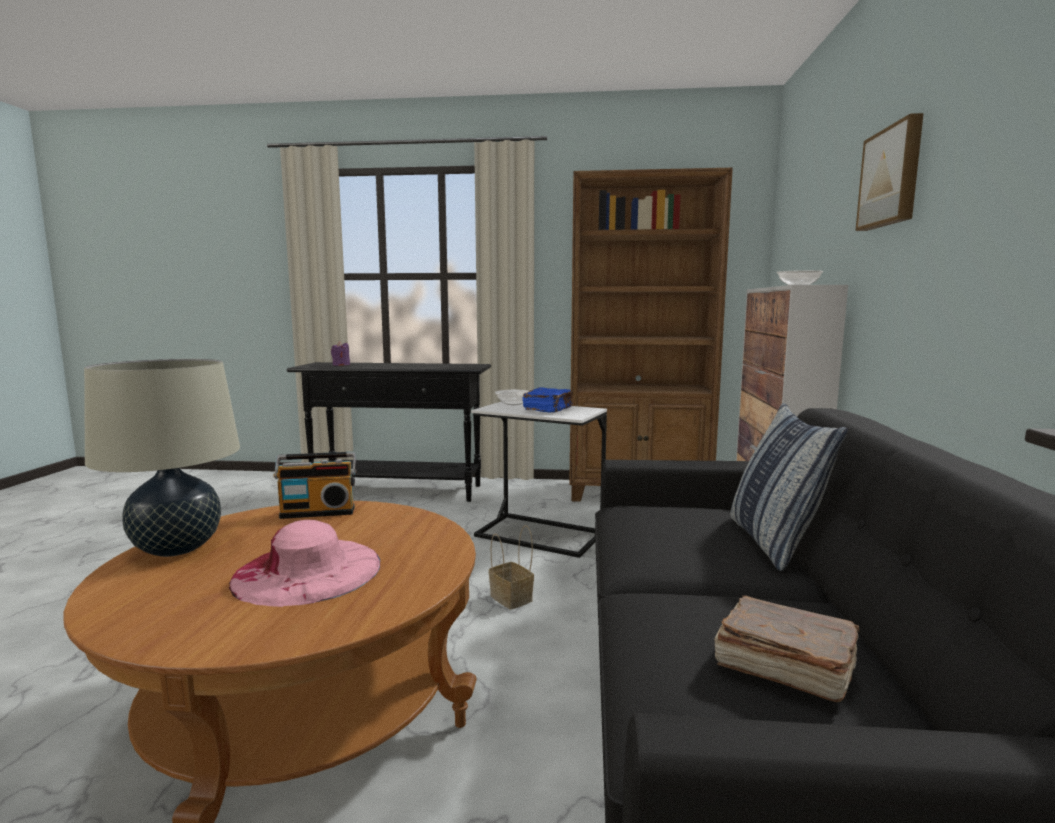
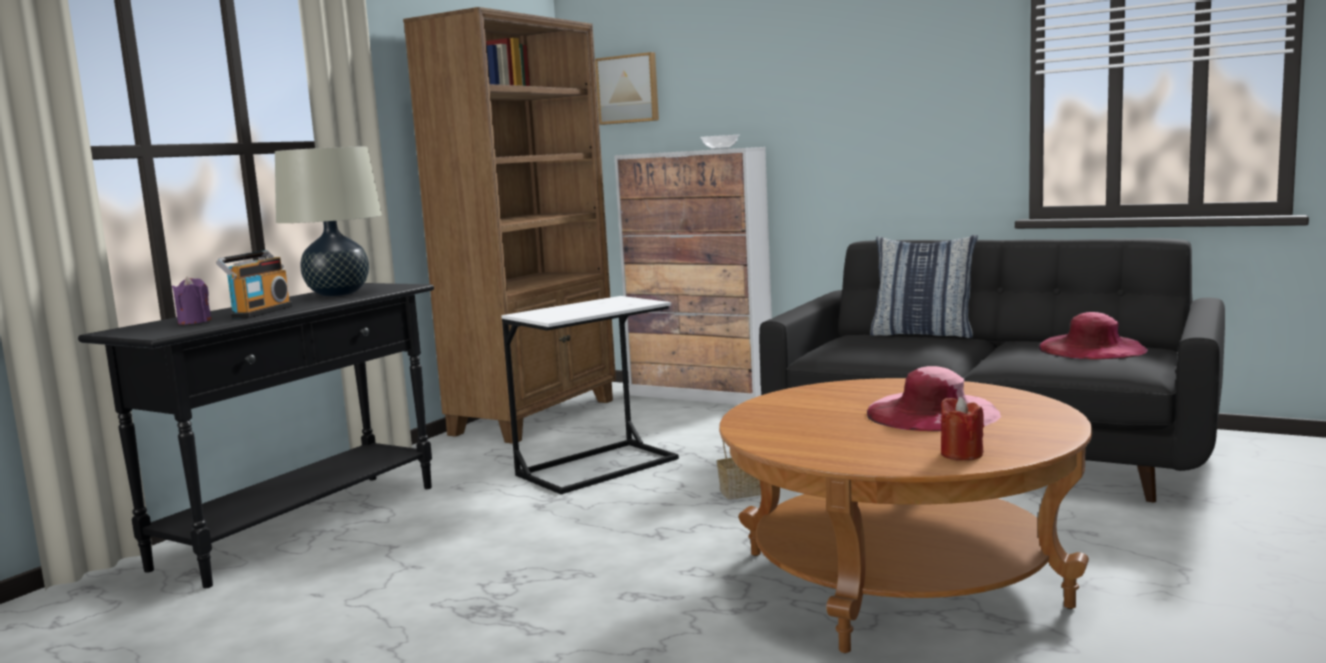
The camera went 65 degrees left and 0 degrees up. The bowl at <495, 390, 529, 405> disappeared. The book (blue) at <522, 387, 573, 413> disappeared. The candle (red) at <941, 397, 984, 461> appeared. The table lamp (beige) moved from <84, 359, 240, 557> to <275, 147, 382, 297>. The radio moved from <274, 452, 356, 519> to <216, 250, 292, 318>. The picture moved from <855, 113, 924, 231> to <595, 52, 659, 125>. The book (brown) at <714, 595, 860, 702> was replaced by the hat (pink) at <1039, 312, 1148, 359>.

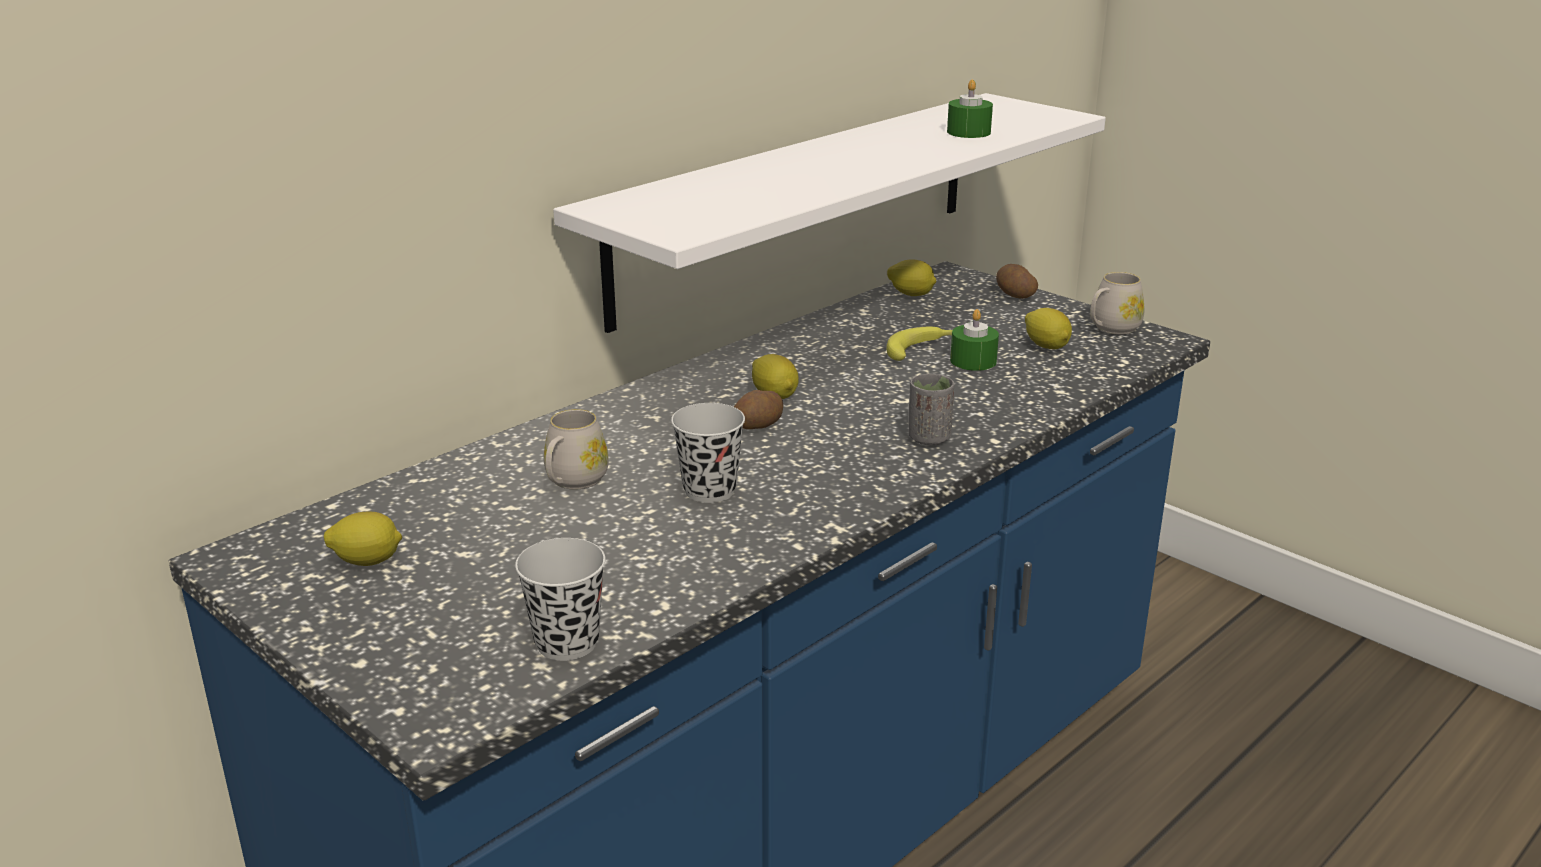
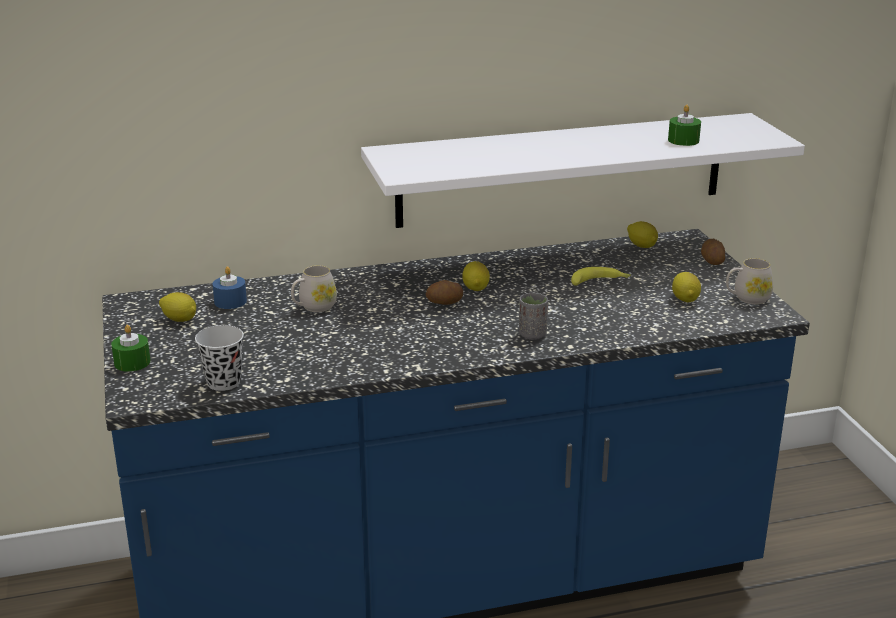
The camera went 30 degrees right and 0 degrees up. The cup (black) at <671, 403, 745, 503> disappeared. The candle (blue) at <212, 266, 247, 309> appeared. The candle (green) moved from <950, 309, 999, 371> to <111, 325, 151, 372>.

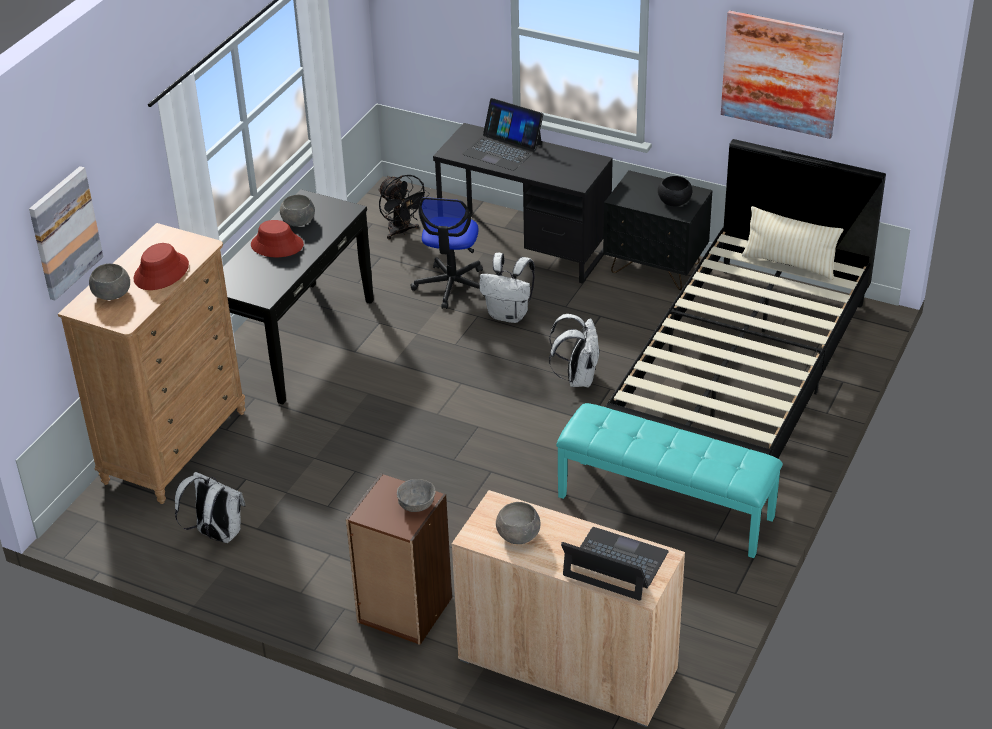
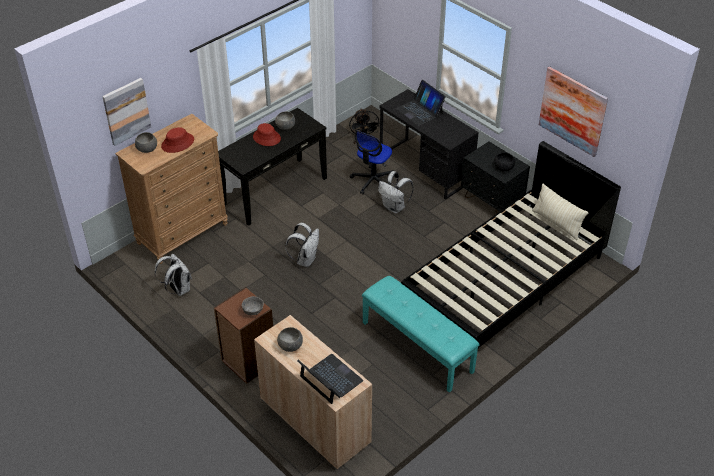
The camera went 20 degrees right and 5 degrees up. The backpack (white) moved from <549, 314, 600, 387> to <285, 223, 319, 267>.

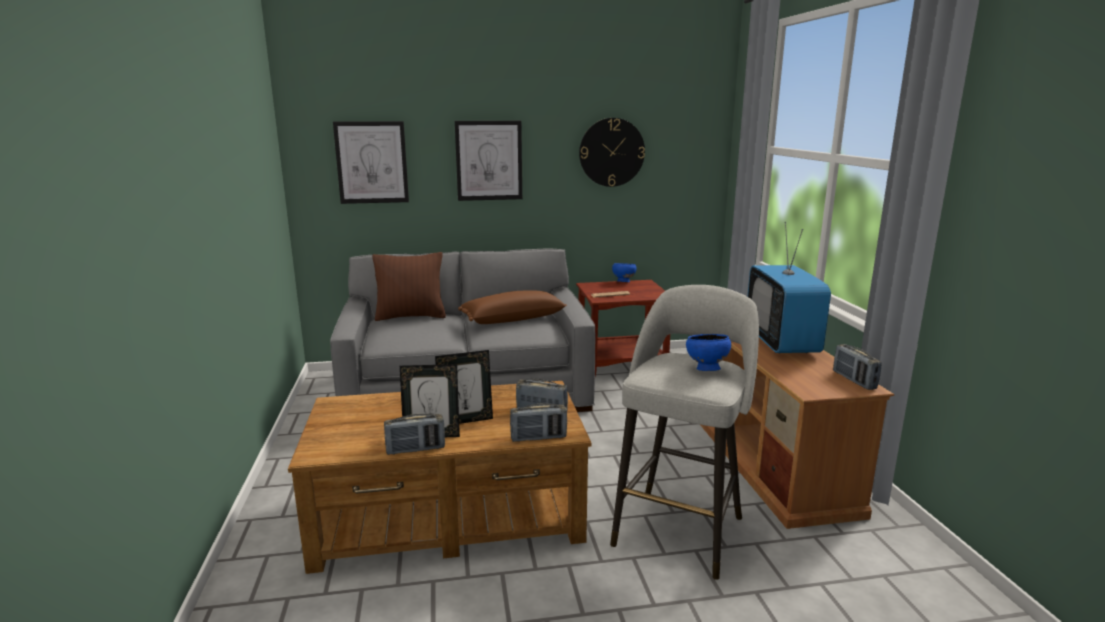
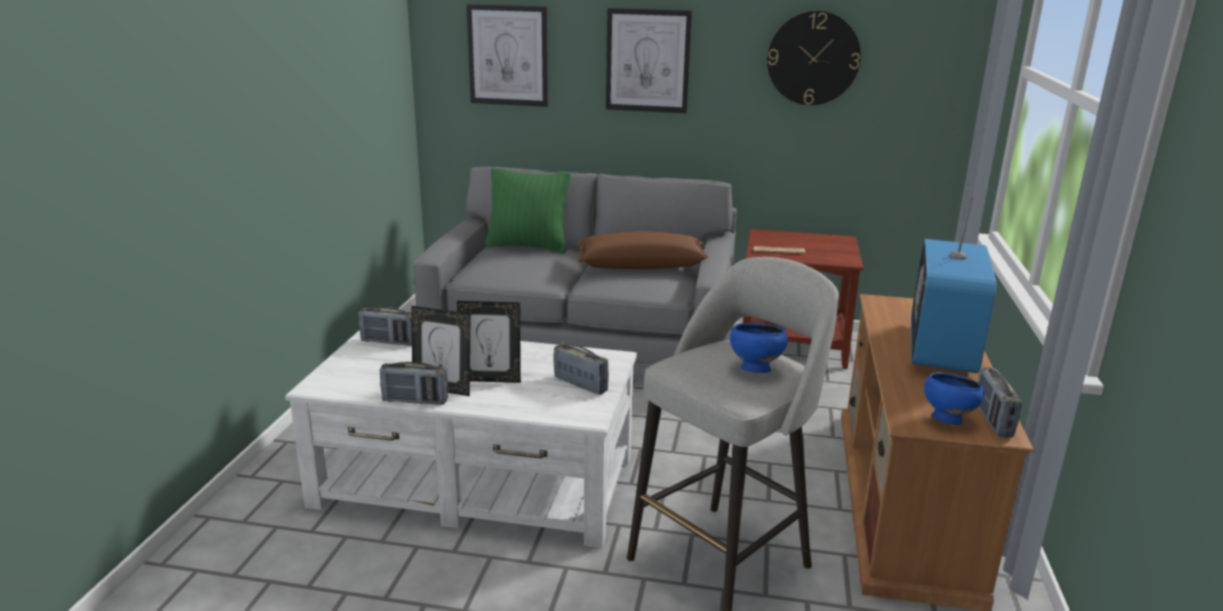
The camera went 20 degrees right and 5 degrees up. The radio moved from <510, 403, 567, 442> to <358, 307, 412, 346>. The bowl (blue) moved from <612, 263, 637, 282> to <924, 372, 984, 425>. The coffee table (brown) at <288, 381, 591, 574> became the coffee table (white) at <285, 330, 637, 548>. The pillow (brown) at <372, 252, 446, 321> became the pillow (green) at <485, 167, 571, 253>.

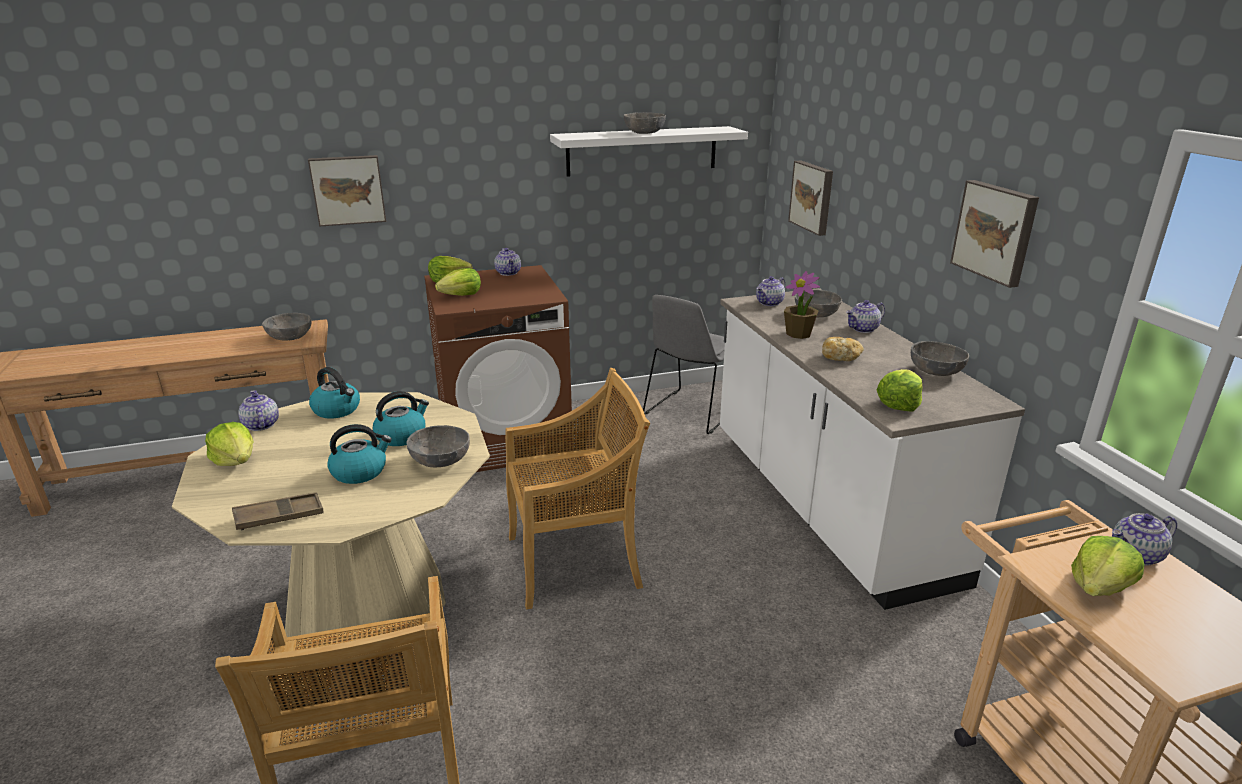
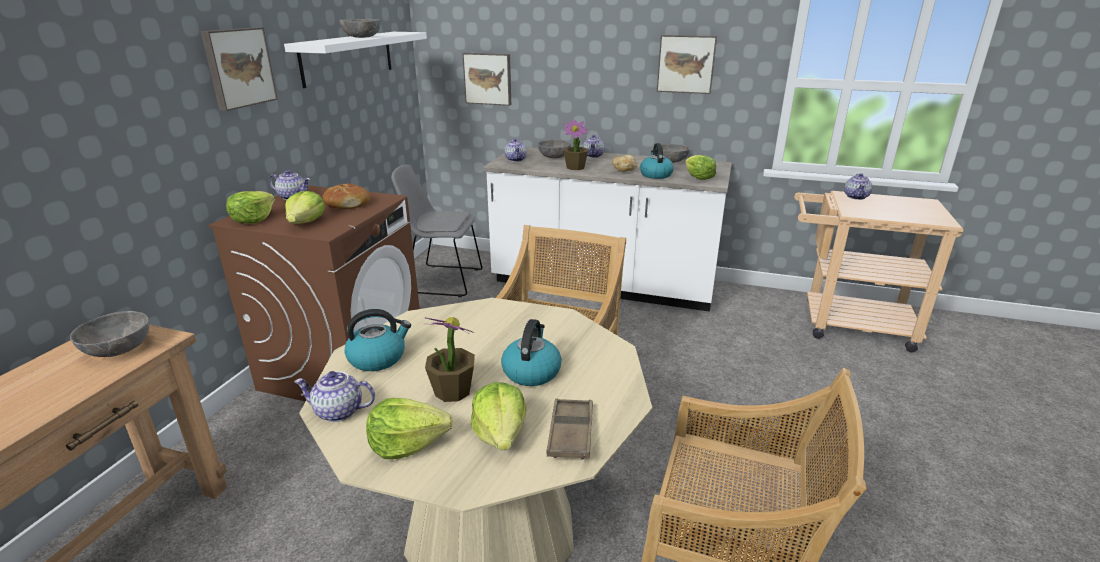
The camera went 55 degrees left and 0 degrees up. The bowl (grey) at <406, 425, 470, 468> disappeared. The bread at <323, 184, 371, 209> appeared. The potted plant at <425, 317, 475, 402> appeared. The picture moved from <308, 155, 386, 227> to <201, 27, 278, 111>. The kettle moved from <373, 391, 429, 446> to <640, 143, 674, 179>. The lettuce moved from <1071, 536, 1144, 596> to <471, 382, 526, 451>. The chair (grey) at <643, 295, 725, 434> turned 120 degrees clockwise.

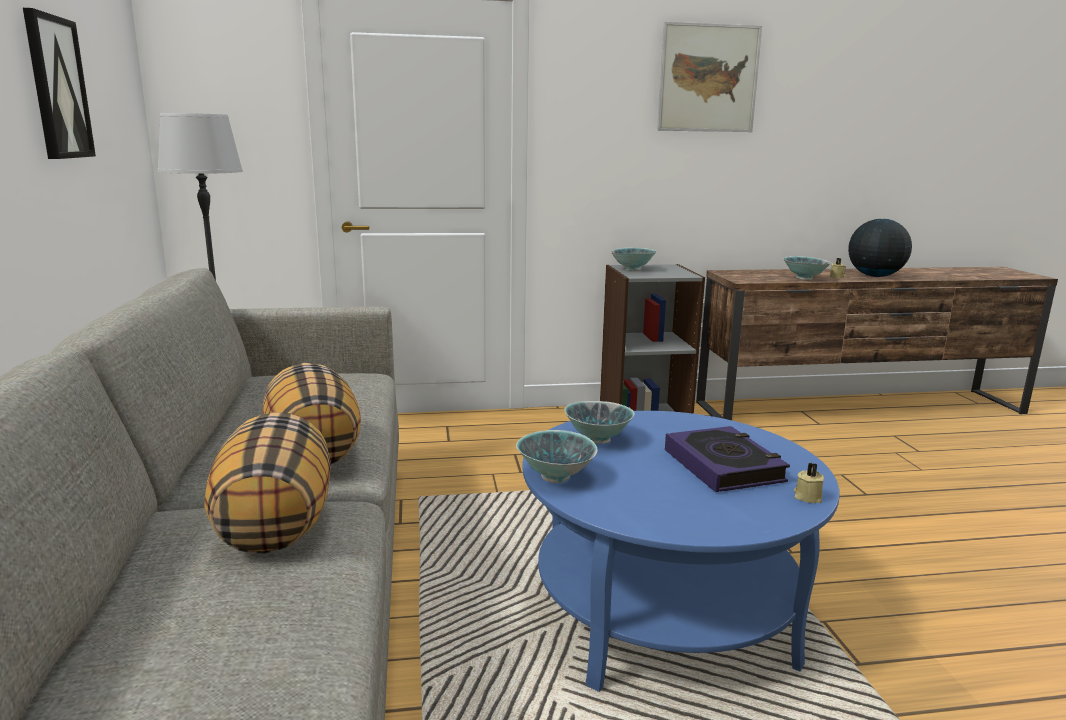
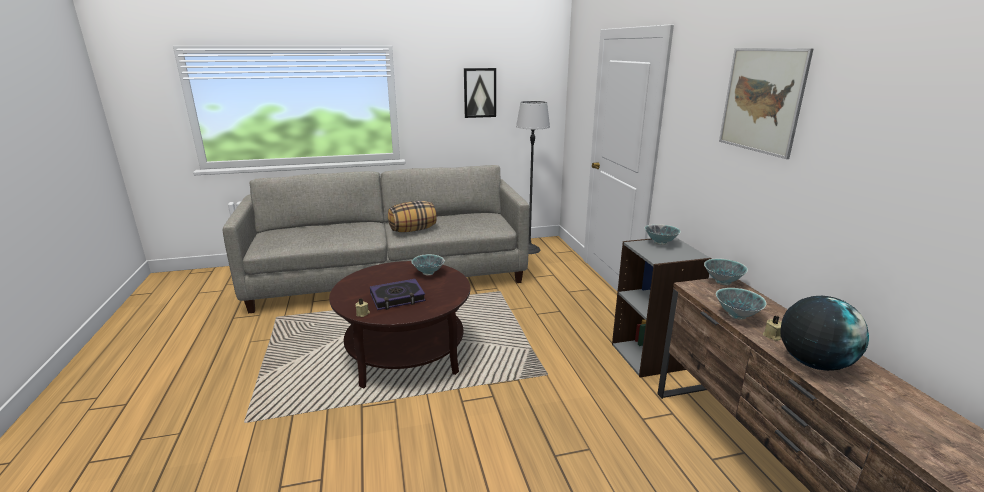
The camera went 85 degrees right and 5 degrees up. The pillow at <204, 412, 331, 554> disappeared. The bowl moved from <516, 430, 597, 483> to <704, 258, 748, 285>. The coffee table (blue) at <522, 411, 840, 692> became the coffee table (brown) at <329, 261, 470, 388>.

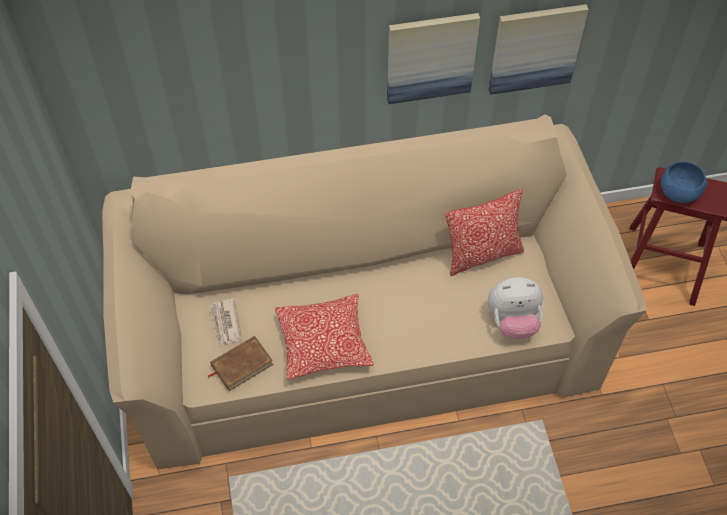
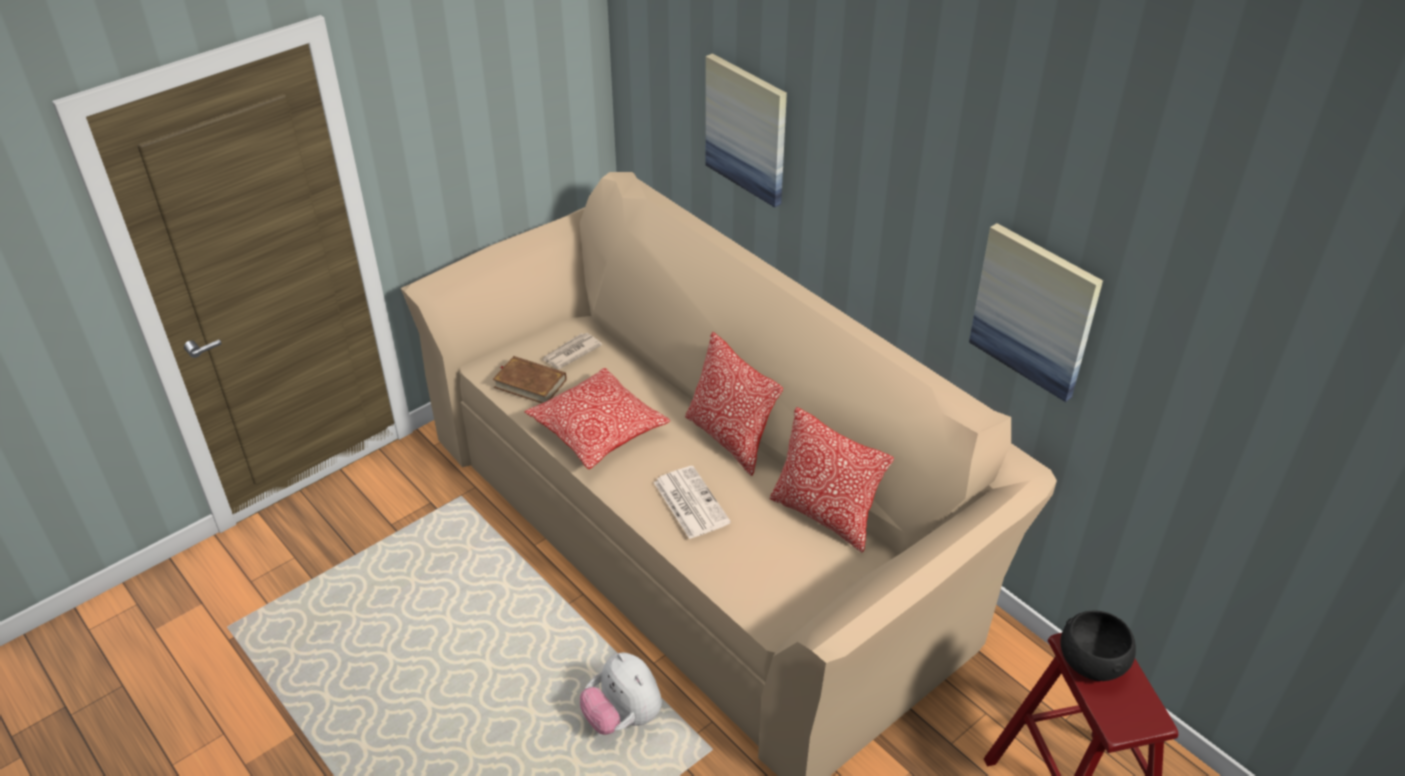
The camera went 60 degrees right and 15 degrees down. The newspaper at <654, 466, 731, 539> appeared. The pillow at <685, 332, 783, 476> appeared. The picture moved from <387, 13, 480, 104> to <706, 53, 787, 208>. The plush toy moved from <488, 277, 543, 339> to <580, 652, 662, 735>. The bowl (blue) at <661, 161, 708, 203> became the bowl (black) at <1060, 610, 1136, 681>.

